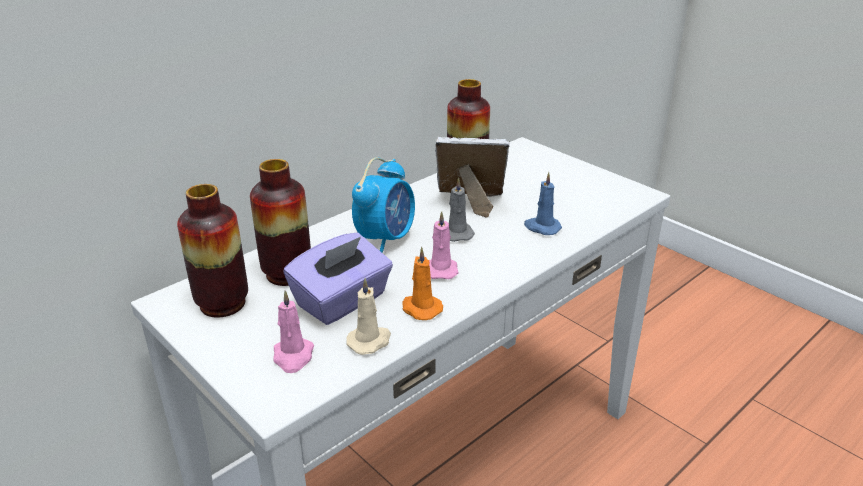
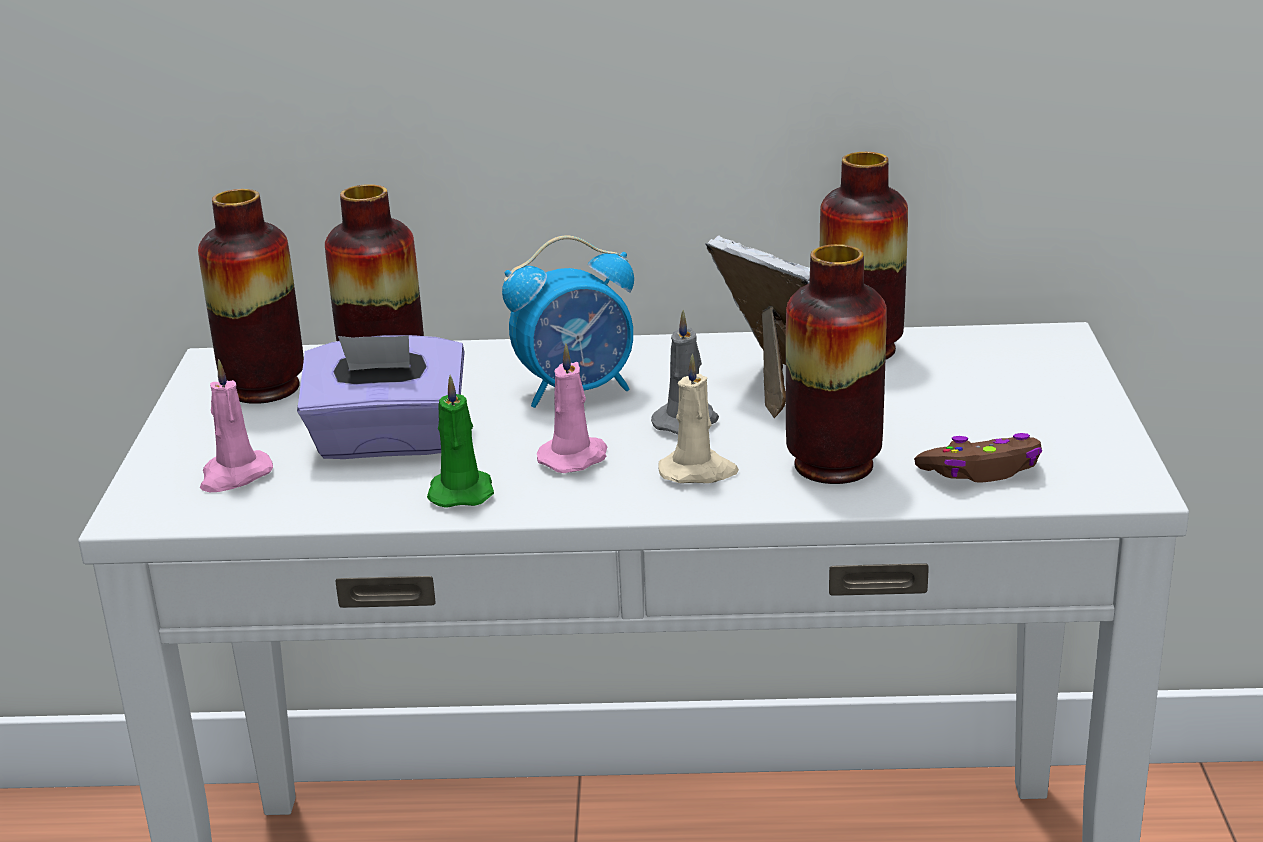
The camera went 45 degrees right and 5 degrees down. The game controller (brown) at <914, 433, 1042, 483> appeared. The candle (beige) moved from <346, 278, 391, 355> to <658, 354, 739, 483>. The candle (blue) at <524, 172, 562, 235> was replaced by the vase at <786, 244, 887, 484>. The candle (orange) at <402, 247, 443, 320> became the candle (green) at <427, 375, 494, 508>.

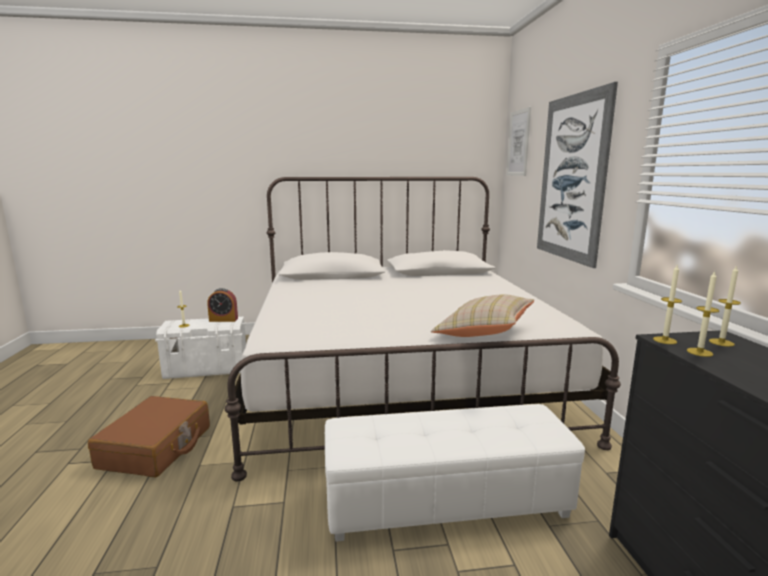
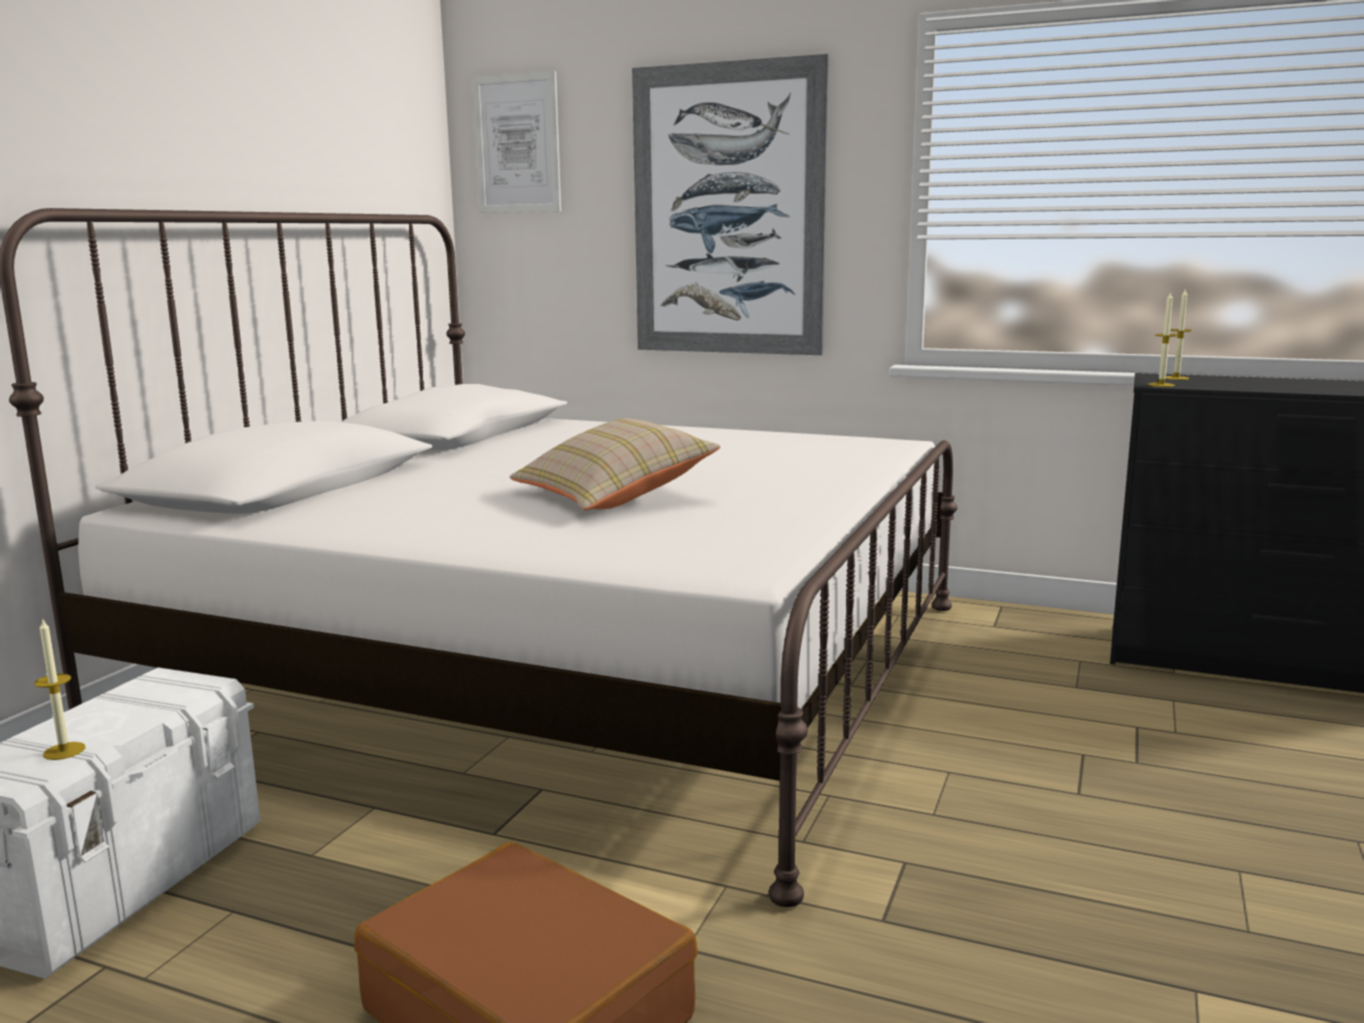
The camera went 60 degrees left and 0 degrees up. The alarm clock at <207, 288, 238, 322> disappeared. The ottoman (white) at <325, 404, 585, 542> disappeared. The candle at <687, 271, 720, 357> disappeared. The pillow (beige) moved from <431, 294, 534, 337> to <510, 418, 720, 510>.

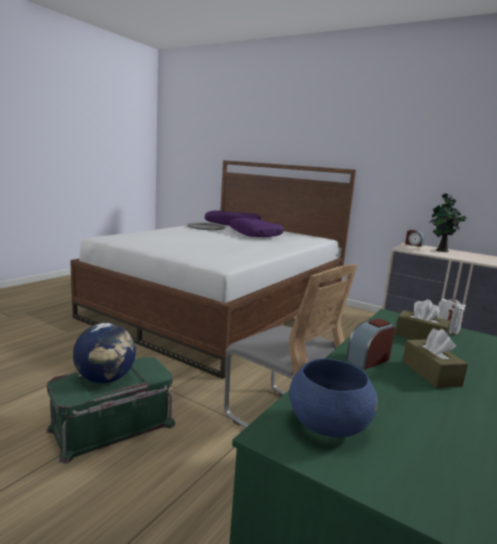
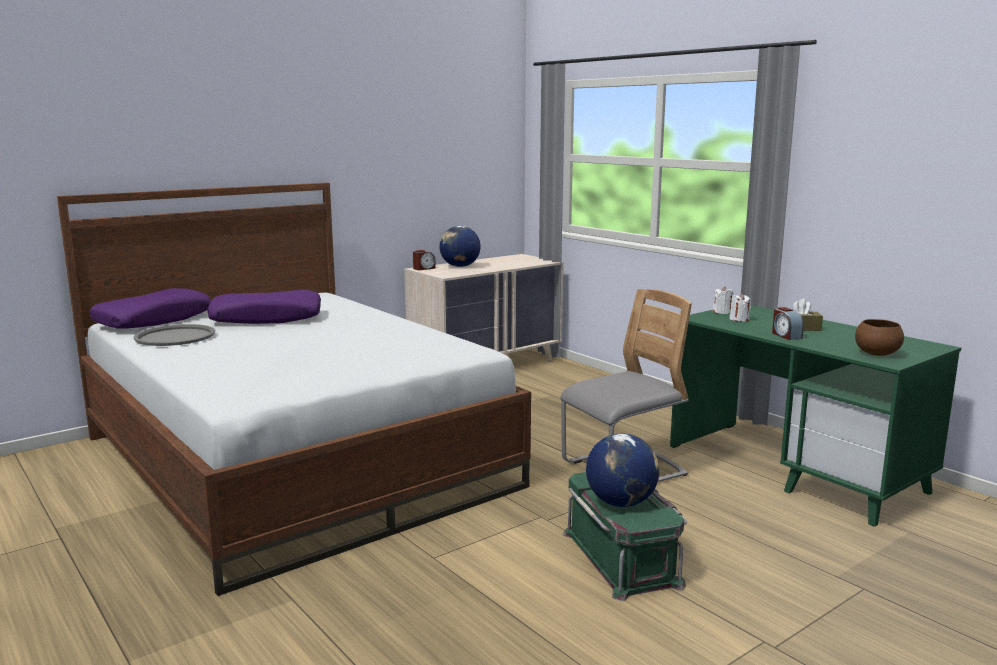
The camera went 70 degrees left and 0 degrees up. The tissue box (brown) at <395, 300, 450, 340> was replaced by the candle (white) at <730, 293, 752, 322>. The potted plant at <430, 193, 466, 252> was replaced by the globe at <439, 226, 481, 267>. The bowl (blue) at <289, 358, 378, 437> became the bowl (brown) at <855, 319, 904, 356>.

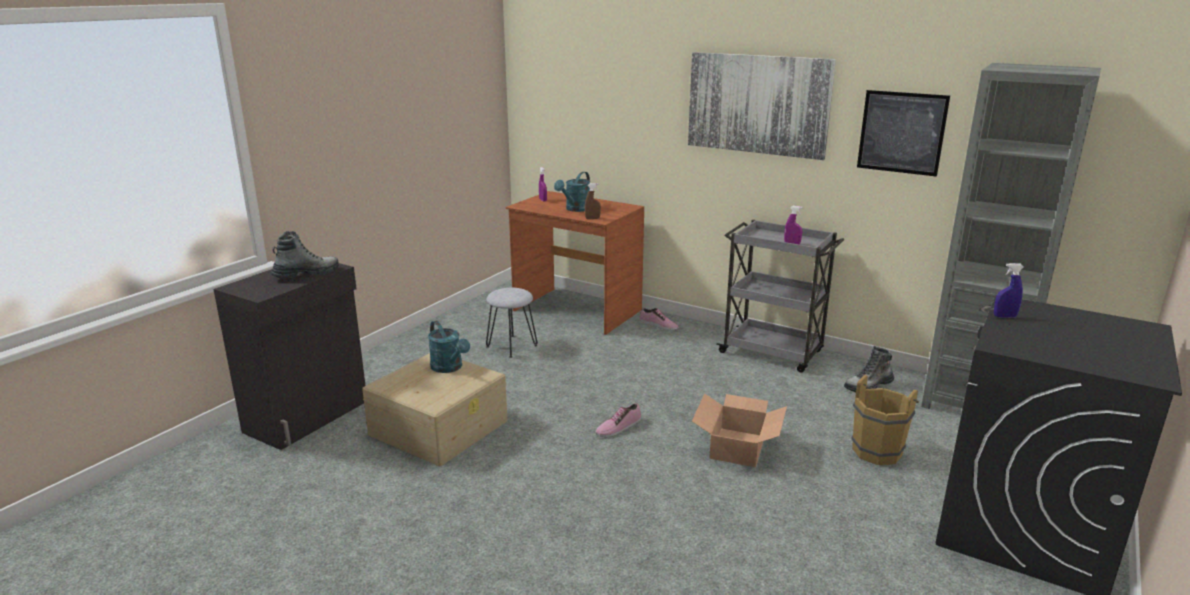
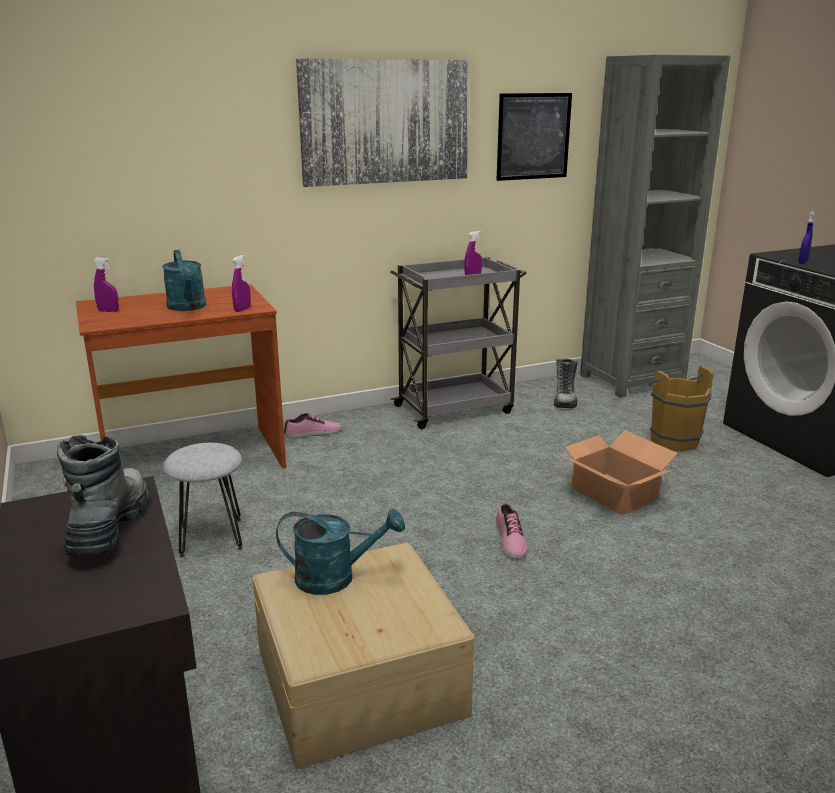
The camera went 55 degrees left and 0 degrees up. The spray bottle (brown) at <585, 183, 601, 219> became the spray bottle (purple) at <232, 255, 251, 312>.

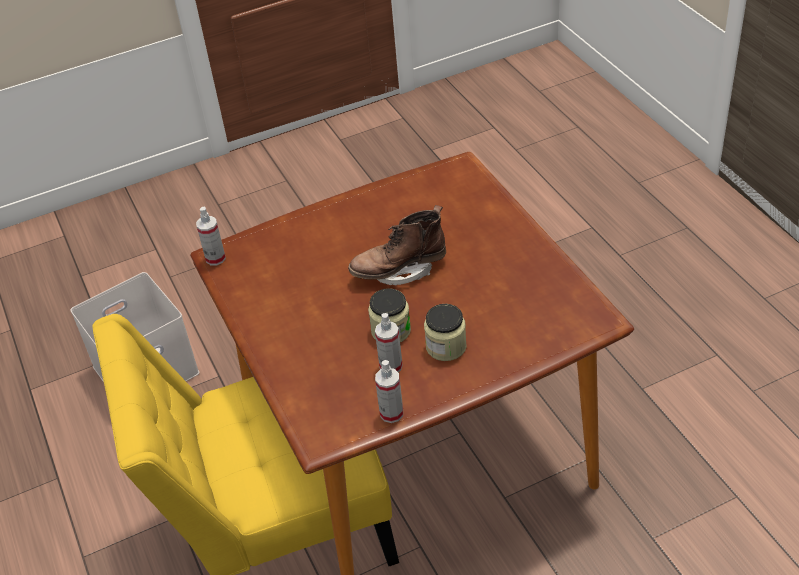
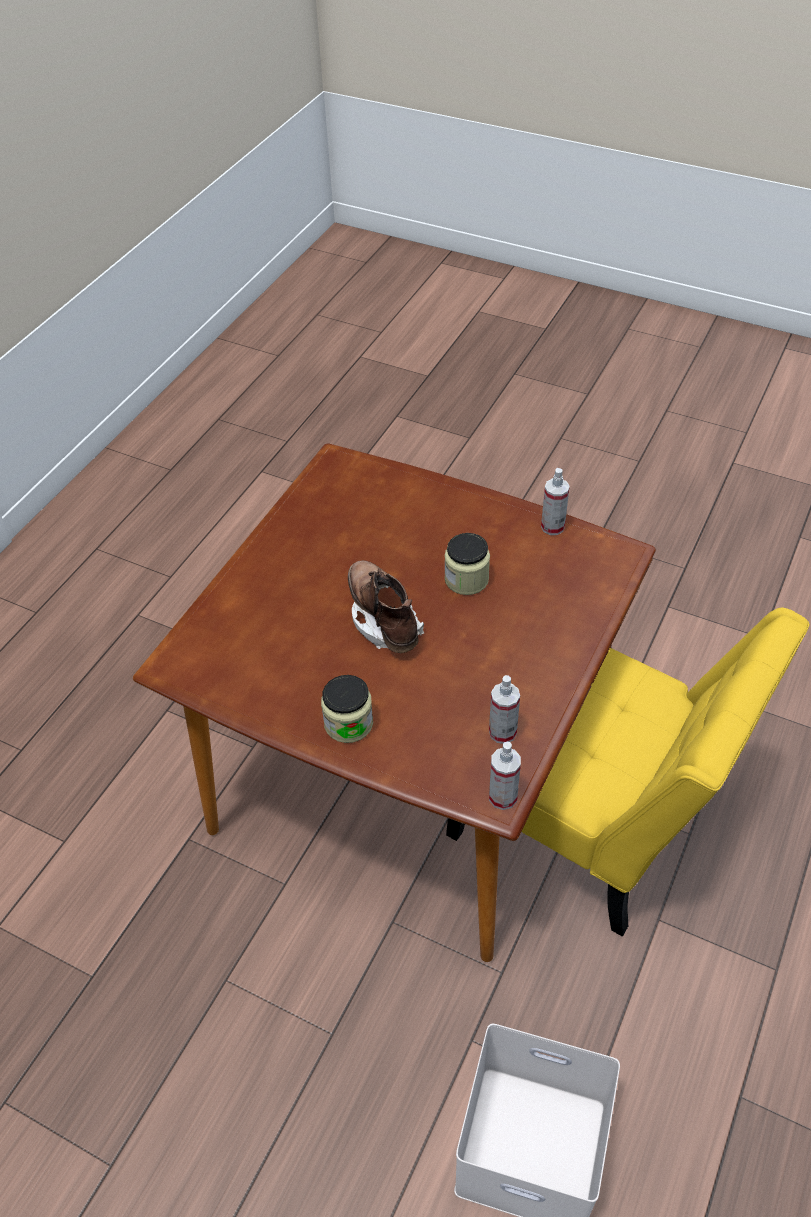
The camera went 130 degrees left and 5 degrees up. The spray bottle moved from <375, 313, 403, 372> to <489, 675, 520, 744>. The jar moved from <424, 304, 467, 361> to <321, 675, 373, 743>. The boot (brown) at <348, 205, 446, 285> turned 150 degrees counterclockwise.

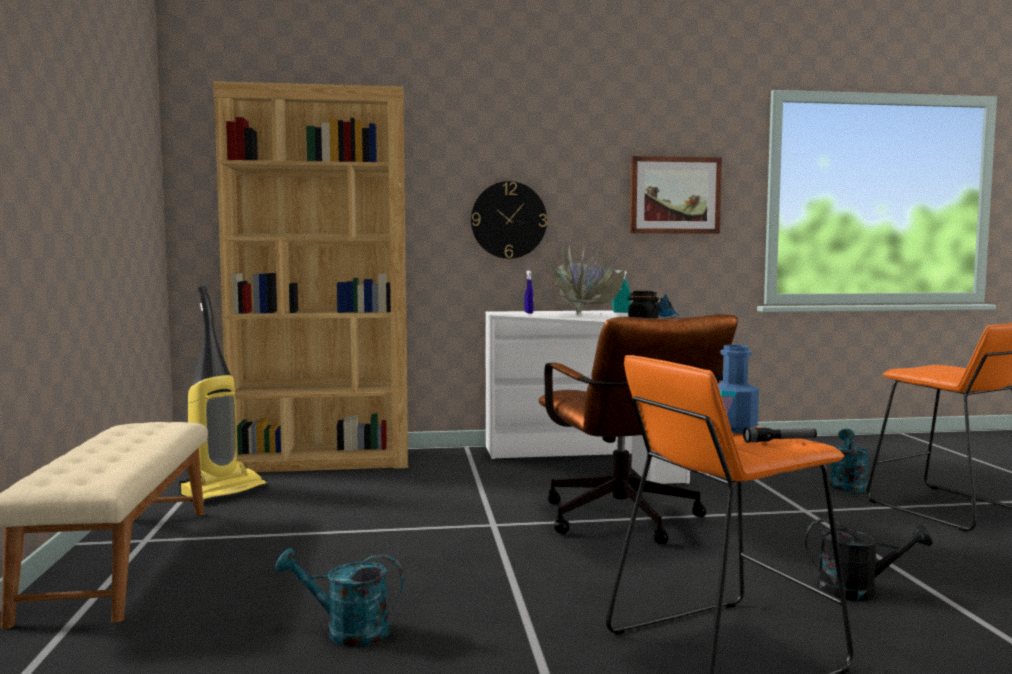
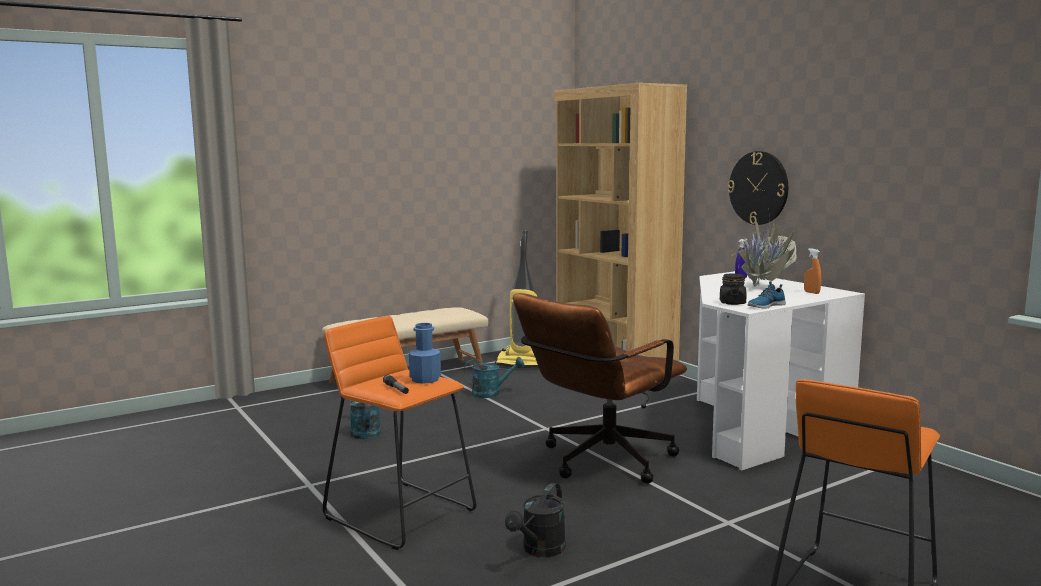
The camera went 65 degrees right and 5 degrees up. The picture at <630, 156, 722, 234> disappeared. The watering can (turquoise) moved from <829, 429, 869, 492> to <464, 357, 524, 398>. The spray bottle (turquoise) at <612, 270, 631, 313> became the spray bottle (orange) at <804, 248, 822, 294>. The watering can (black) at <805, 519, 933, 601> turned 45 degrees clockwise.

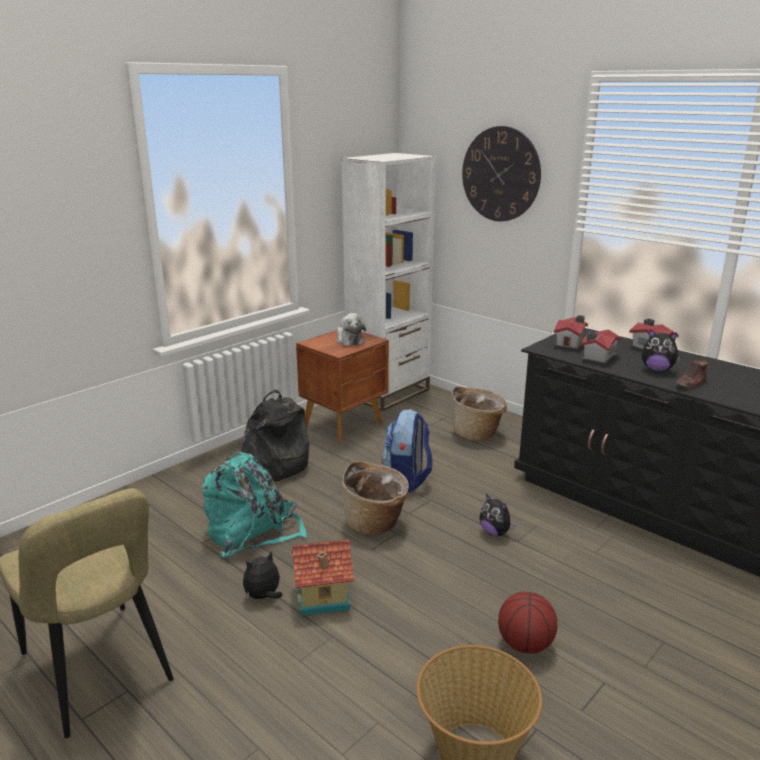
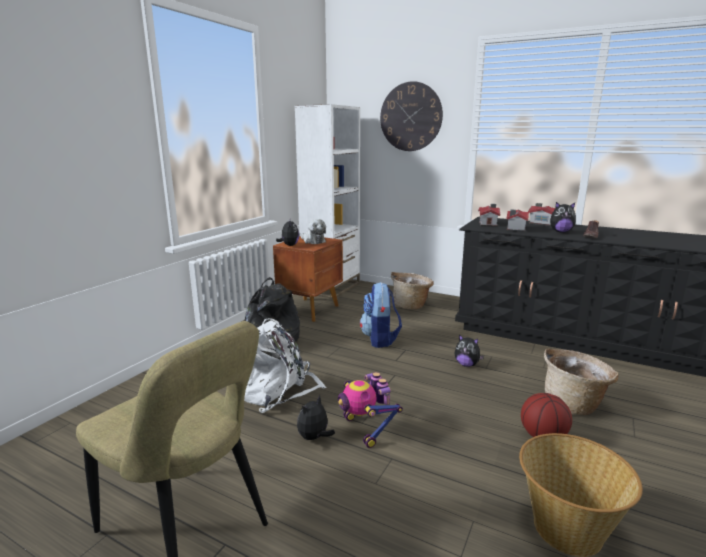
The camera went 15 degrees left and 5 degrees down. The plush toy at <276, 220, 299, 246> appeared. The basket moved from <342, 461, 409, 535> to <544, 349, 619, 415>. The toy house at <292, 539, 354, 616> was replaced by the toy robot at <338, 372, 403, 448>. The backpack (turquoise) at <203, 452, 307, 557> became the backpack (white) at <244, 318, 327, 413>.

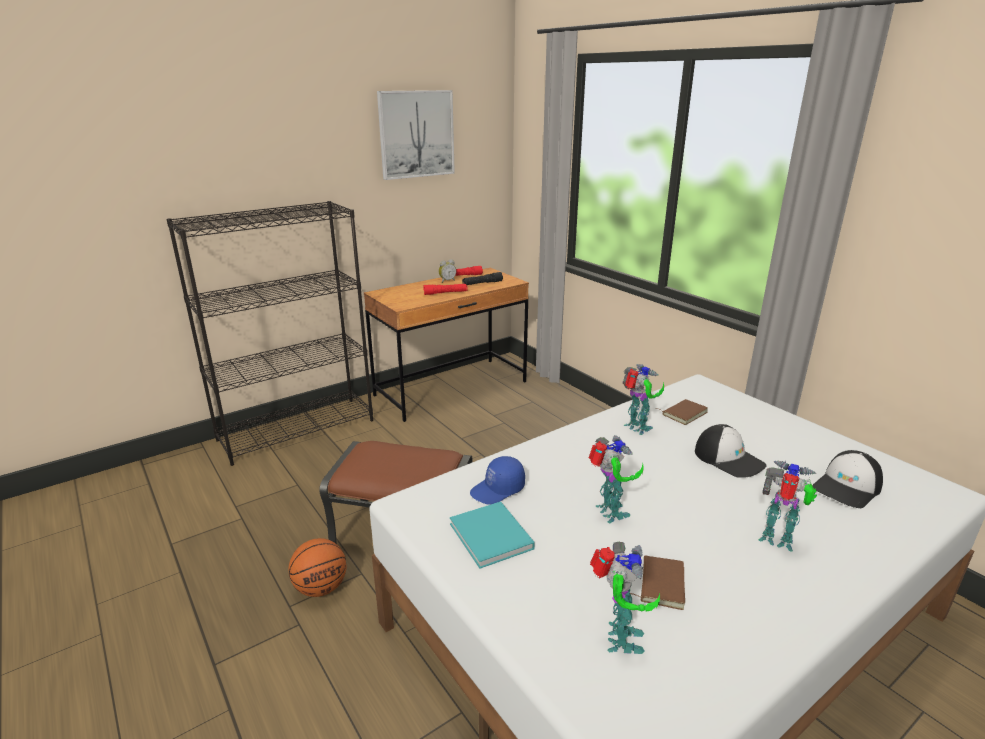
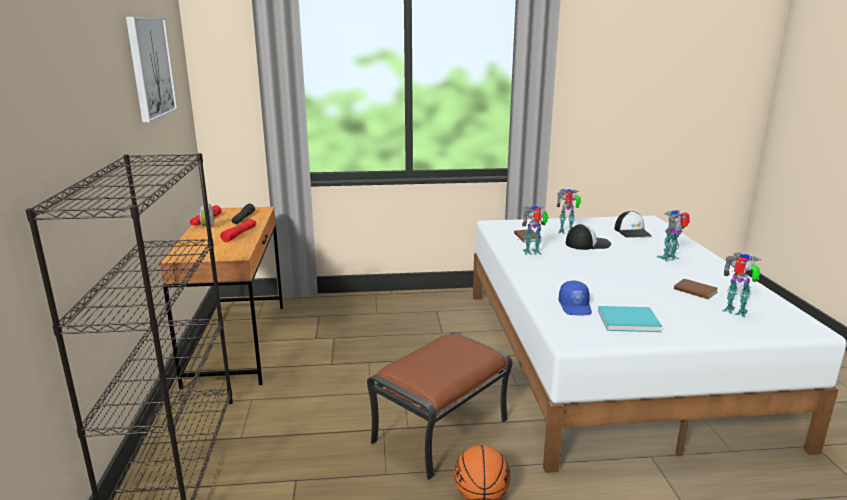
The camera went 60 degrees left and 5 degrees down. The toy robot moved from <589, 435, 644, 523> to <557, 189, 581, 234>.

